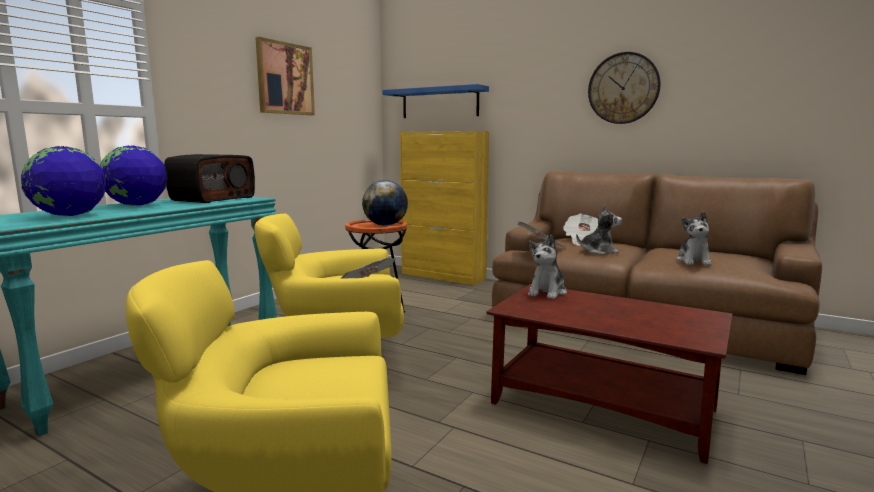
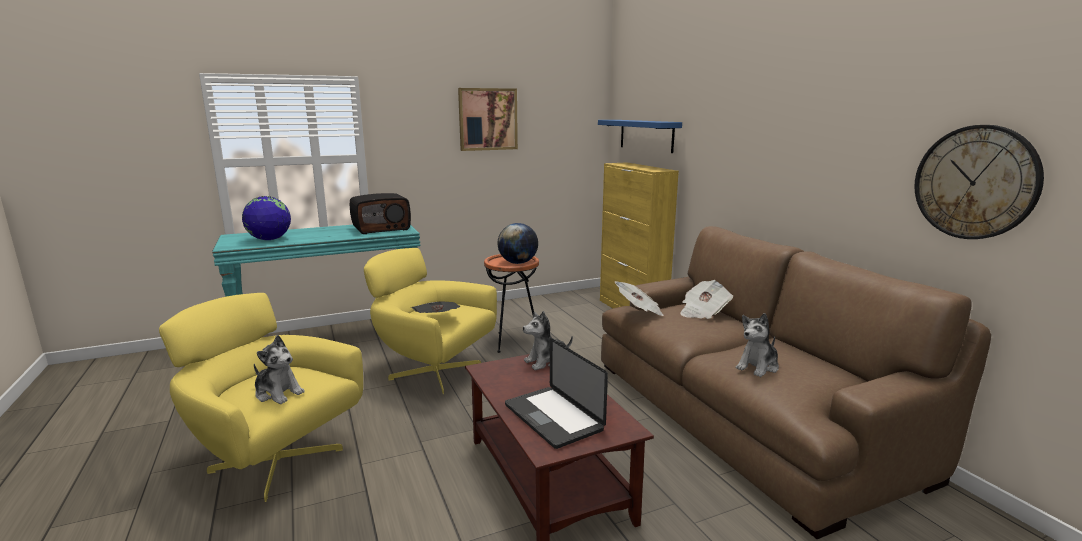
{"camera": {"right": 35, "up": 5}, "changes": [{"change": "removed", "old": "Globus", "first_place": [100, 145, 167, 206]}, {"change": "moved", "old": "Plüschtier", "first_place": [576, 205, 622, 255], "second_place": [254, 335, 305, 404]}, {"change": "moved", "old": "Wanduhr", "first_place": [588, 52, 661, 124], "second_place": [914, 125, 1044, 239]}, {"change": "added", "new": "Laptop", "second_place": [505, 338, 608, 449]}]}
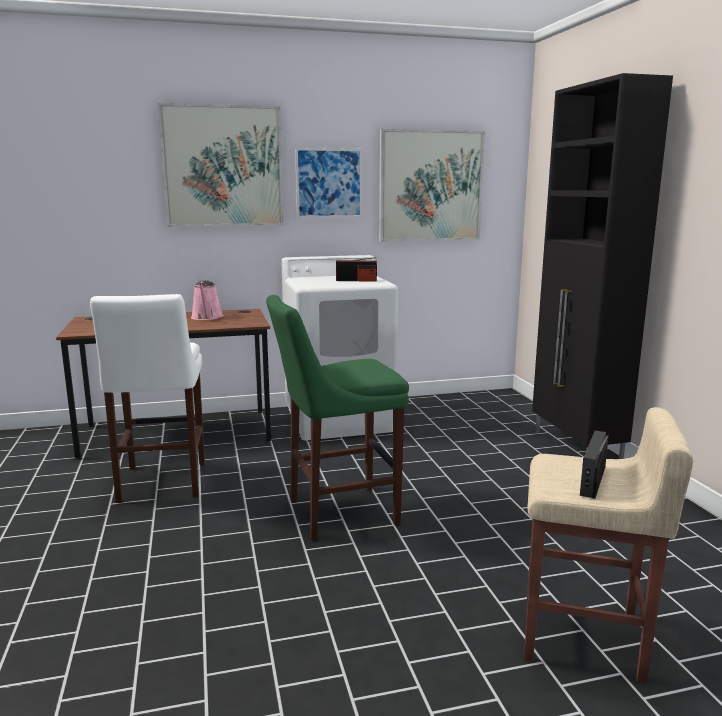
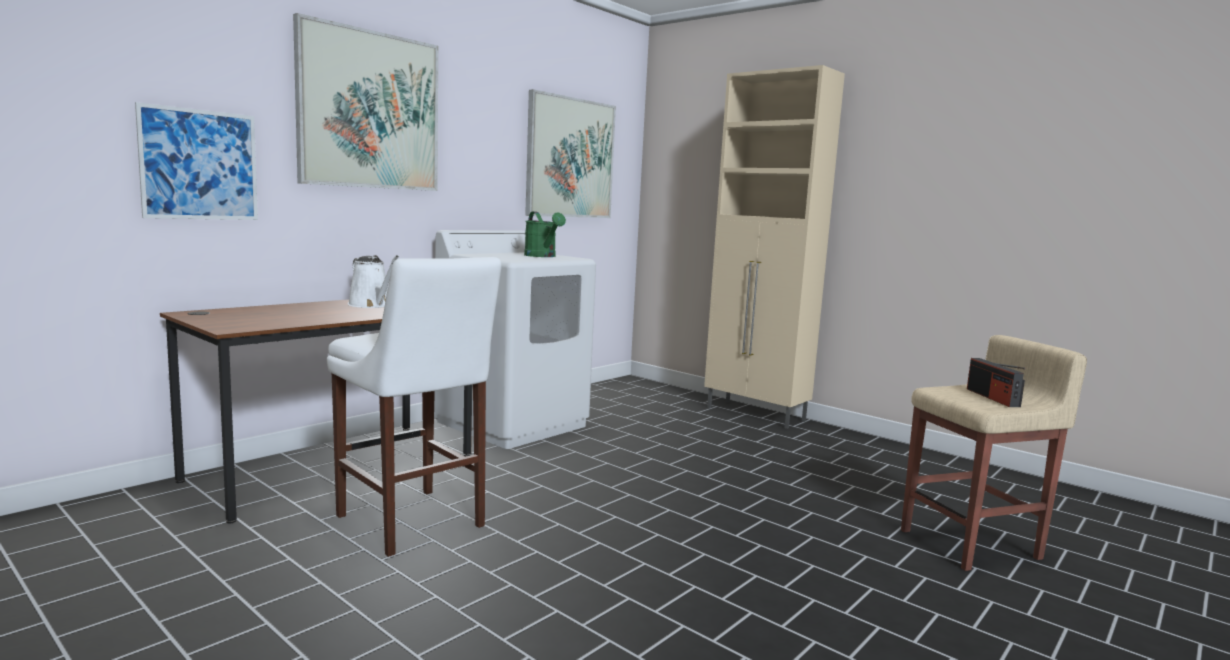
{"camera": {"right": -35, "up": -5}, "changes": [{"change": "recoloured", "old": "Gießkanne/rosa", "new": "Gießkanne/weiß", "first_place": [191, 280, 224, 320], "second_place": [348, 255, 399, 308]}, {"change": "removed", "old": "Hocker/grün", "first_place": [266, 295, 409, 540]}, {"change": "moved", "old": "Bild", "first_place": [295, 148, 362, 218], "second_place": [135, 102, 258, 220]}, {"change": "replaced", "old": "Radio", "new": "Gießkanne/grün", "first_place": [336, 257, 377, 282], "second_place": [524, 211, 566, 257]}, {"change": "recoloured", "old": "Schrank/schwarz", "new": "Schrank/beige", "first_place": [532, 73, 673, 459], "second_place": [704, 65, 845, 429]}]}
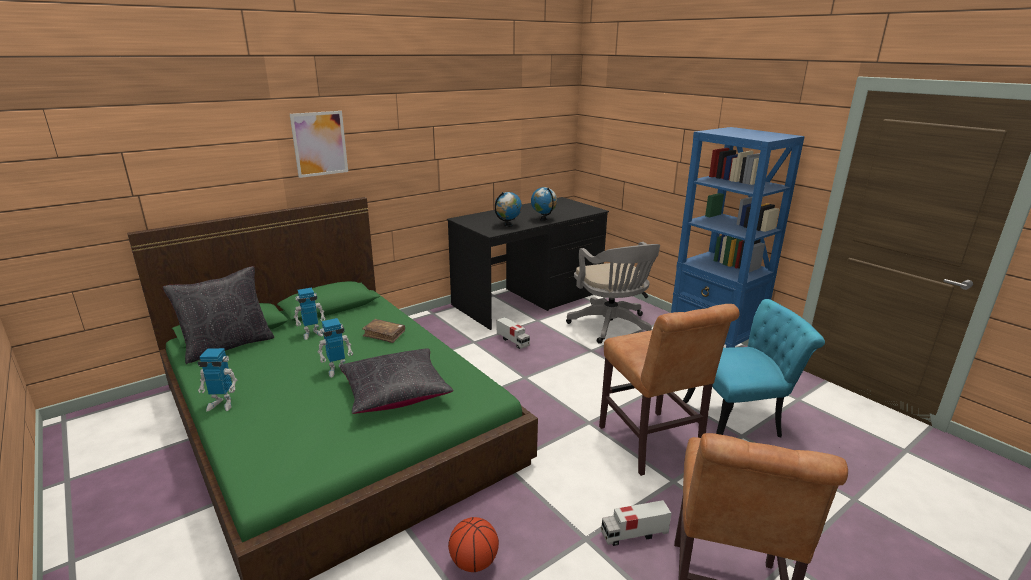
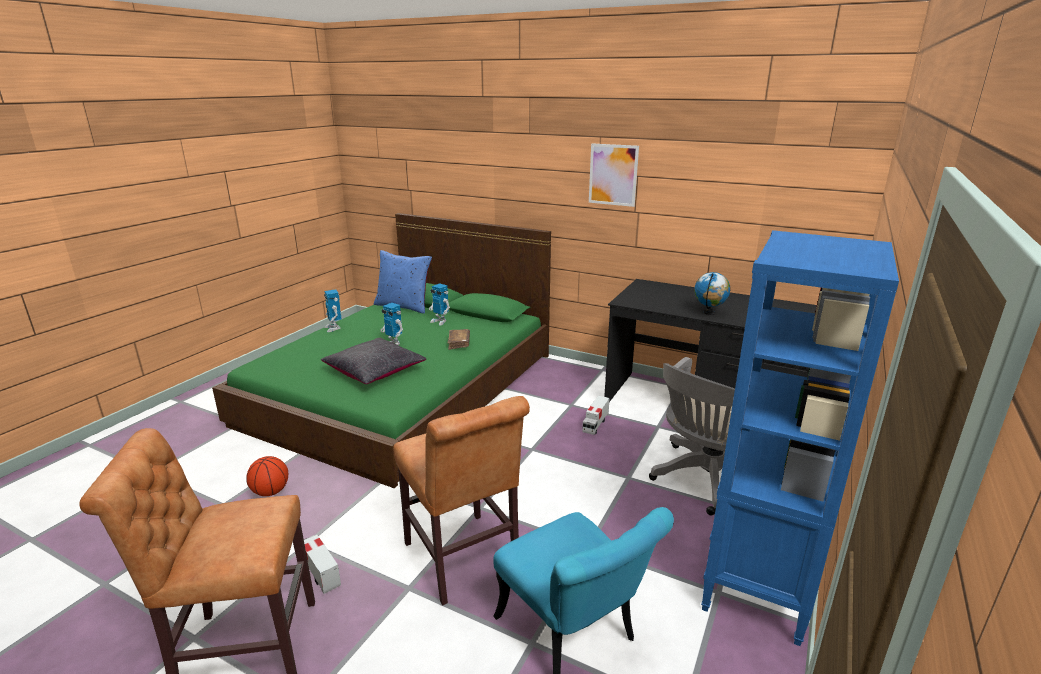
{"camera": {"right": 65, "up": 0}, "changes": [{"change": "recoloured", "old": "Kissen/schwarz", "new": "Kissen/blau", "first_place": [163, 266, 274, 364], "second_place": [374, 250, 432, 314]}, {"change": "moved", "old": "Bild", "first_place": [290, 111, 348, 178], "second_place": [589, 143, 639, 207]}, {"change": "removed", "old": "Globus", "first_place": [495, 192, 522, 227]}, {"change": "turned", "old": "Stuhl/braun", "first_place": [599, 304, 740, 476], "second_place": [393, 396, 530, 605], "degrees": -75}]}
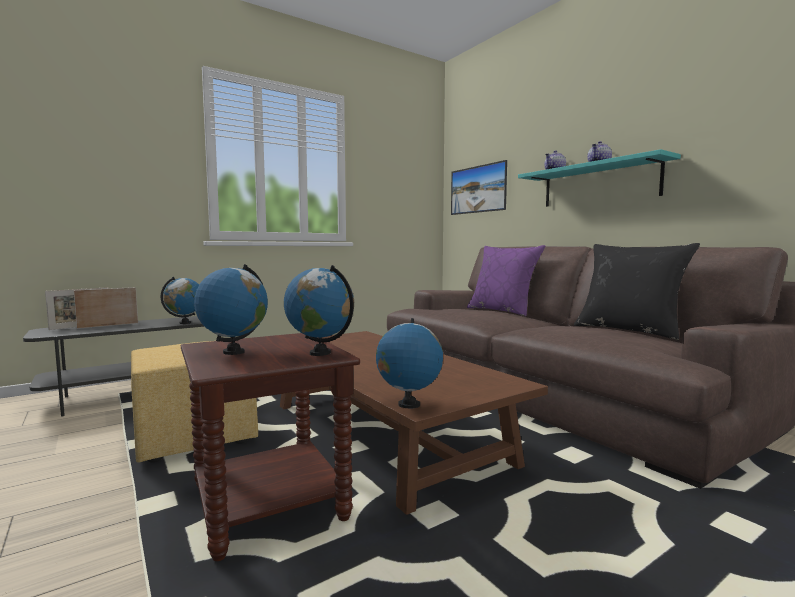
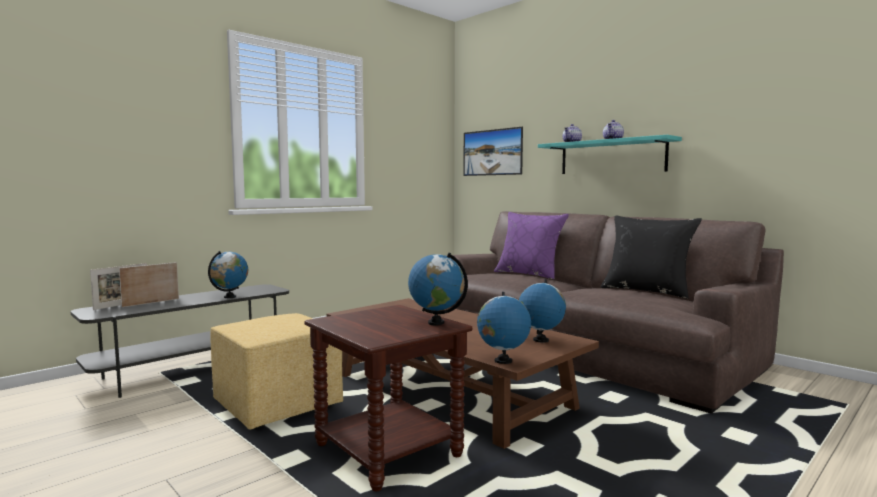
{"camera": {"right": -10, "up": 0}, "changes": [{"change": "moved", "old": "Globus", "first_place": [194, 264, 268, 355], "second_place": [519, 280, 566, 343]}]}
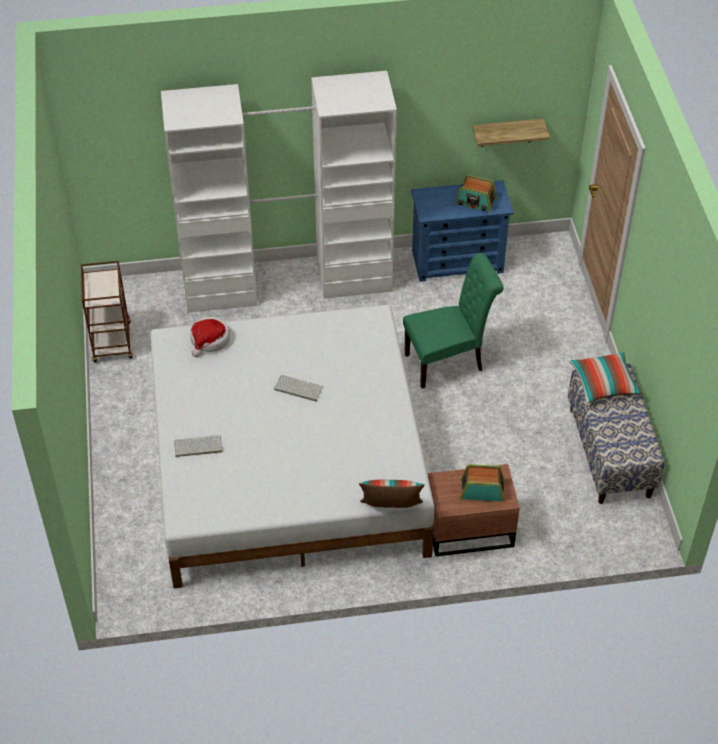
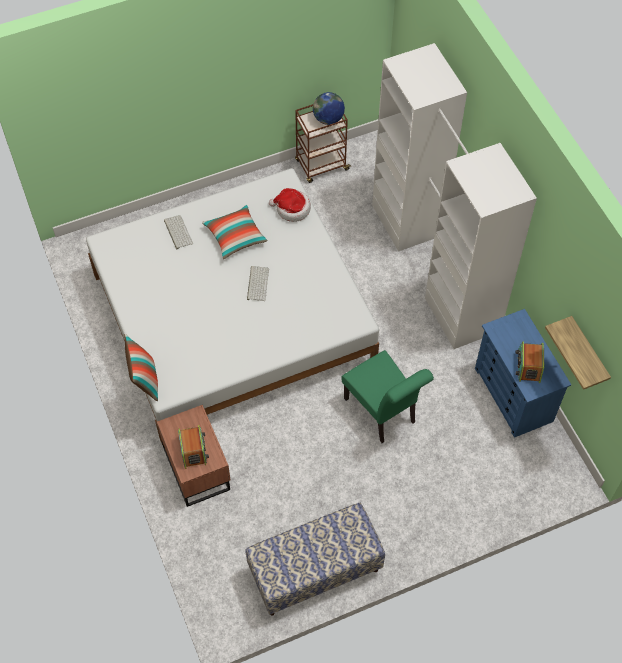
{"camera": {"right": 75, "up": 10}, "changes": [{"change": "moved", "old": "Kissen", "first_place": [569, 352, 642, 404], "second_place": [202, 205, 268, 259]}, {"change": "added", "new": "Globus", "second_place": [313, 92, 345, 125]}]}
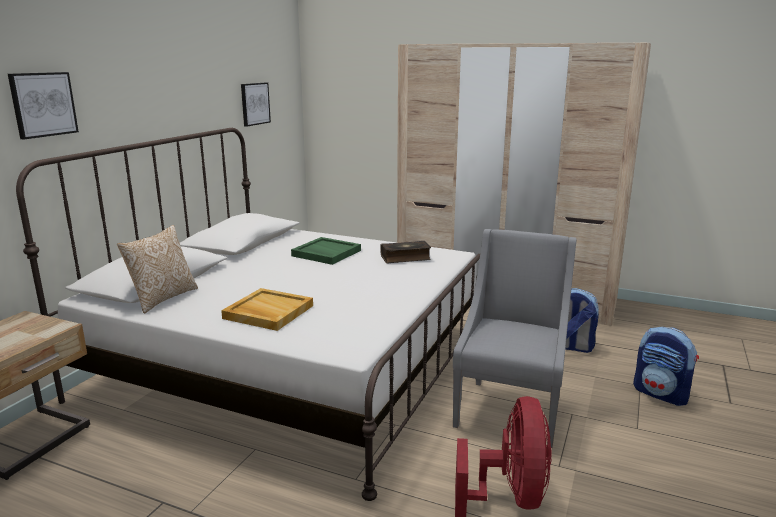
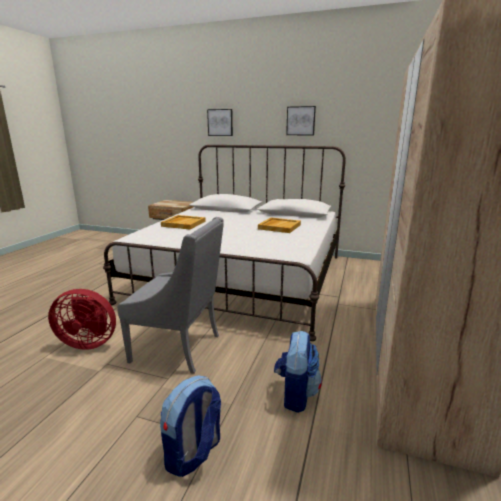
{"camera": {"right": 85, "up": 0}, "changes": [{"change": "removed", "old": "Kissen", "first_place": [117, 225, 198, 314]}, {"change": "moved", "old": "Bild", "first_place": [241, 82, 271, 127], "second_place": [286, 106, 316, 135]}, {"change": "recoloured", "old": "Tablett/grün", "new": "Tablett/beige", "first_place": [291, 237, 361, 265], "second_place": [258, 218, 301, 233]}, {"change": "removed", "old": "Buch", "first_place": [380, 241, 431, 263]}]}
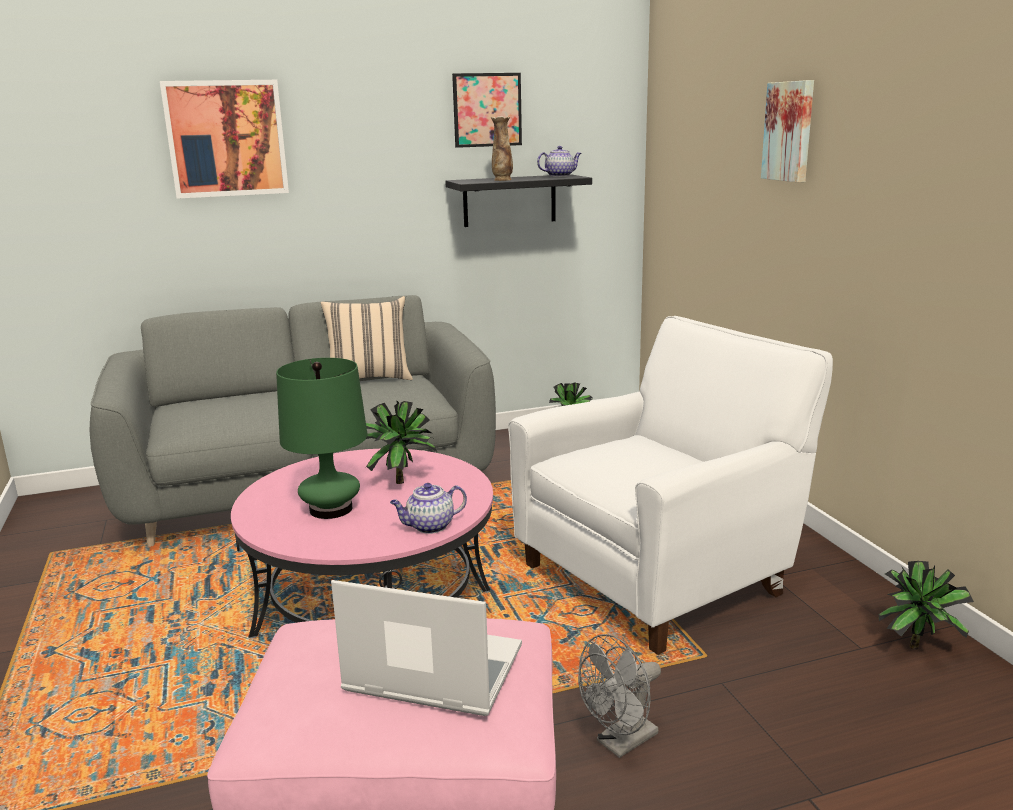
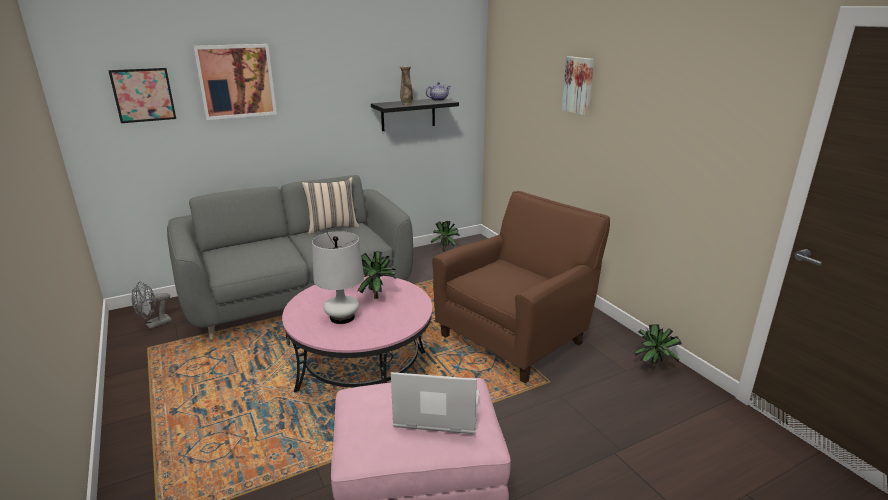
{"camera": {"right": -10, "up": 5}, "changes": [{"change": "recoloured", "old": "Tischlampe/grün", "new": "Tischlampe/weiß", "first_place": [276, 358, 368, 519], "second_place": [312, 231, 364, 324]}, {"change": "removed", "old": "Teekanne", "first_place": [390, 483, 467, 534]}, {"change": "moved", "old": "Bild", "first_place": [452, 73, 522, 148], "second_place": [108, 68, 176, 123]}, {"change": "recoloured", "old": "Sessel/weiß", "new": "Sessel/braun", "first_place": [508, 316, 833, 655], "second_place": [432, 191, 610, 383]}, {"change": "moved", "old": "Ventilator/grau", "first_place": [578, 634, 661, 758], "second_place": [131, 282, 172, 329]}]}
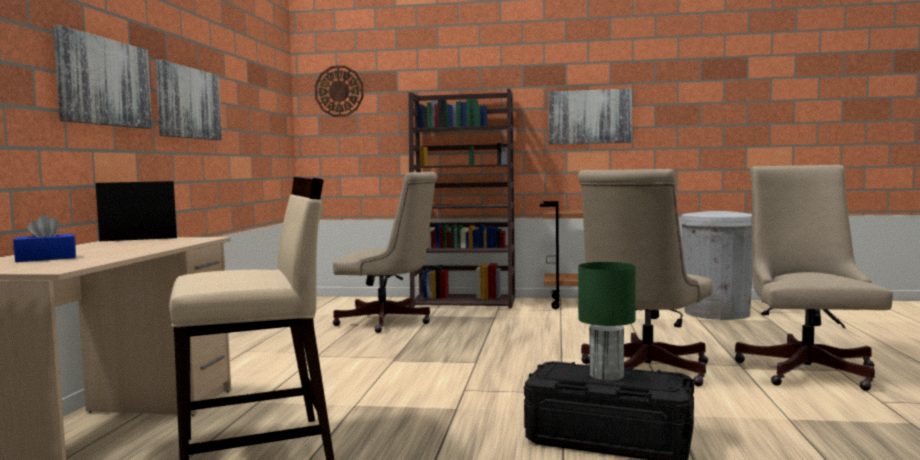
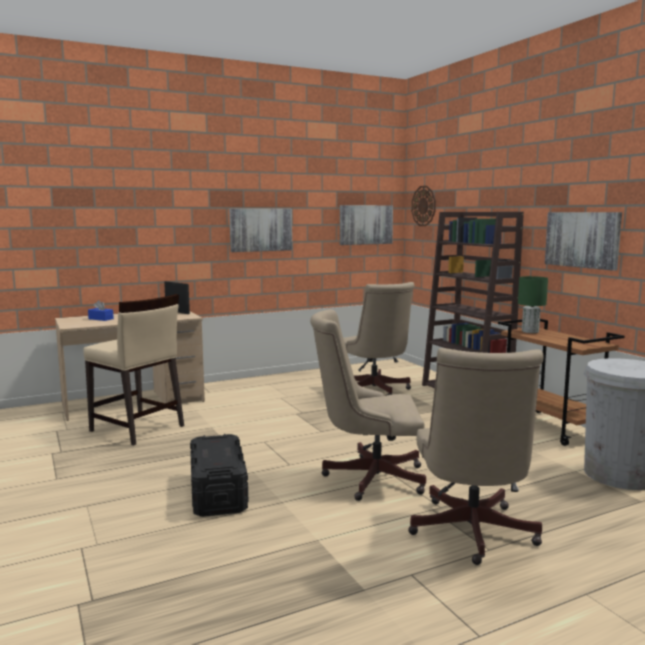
{"camera": {"right": 55, "up": 5}, "changes": [{"change": "moved", "old": "Bild", "first_place": [53, 25, 152, 129], "second_place": [340, 205, 393, 245]}, {"change": "moved", "old": "Tischlampe/grün", "first_place": [578, 262, 636, 381], "second_place": [518, 276, 548, 333]}, {"change": "turned", "old": "Bürostuhl/beige", "first_place": [735, 165, 893, 391], "second_place": [408, 348, 544, 565], "degrees": 120}]}
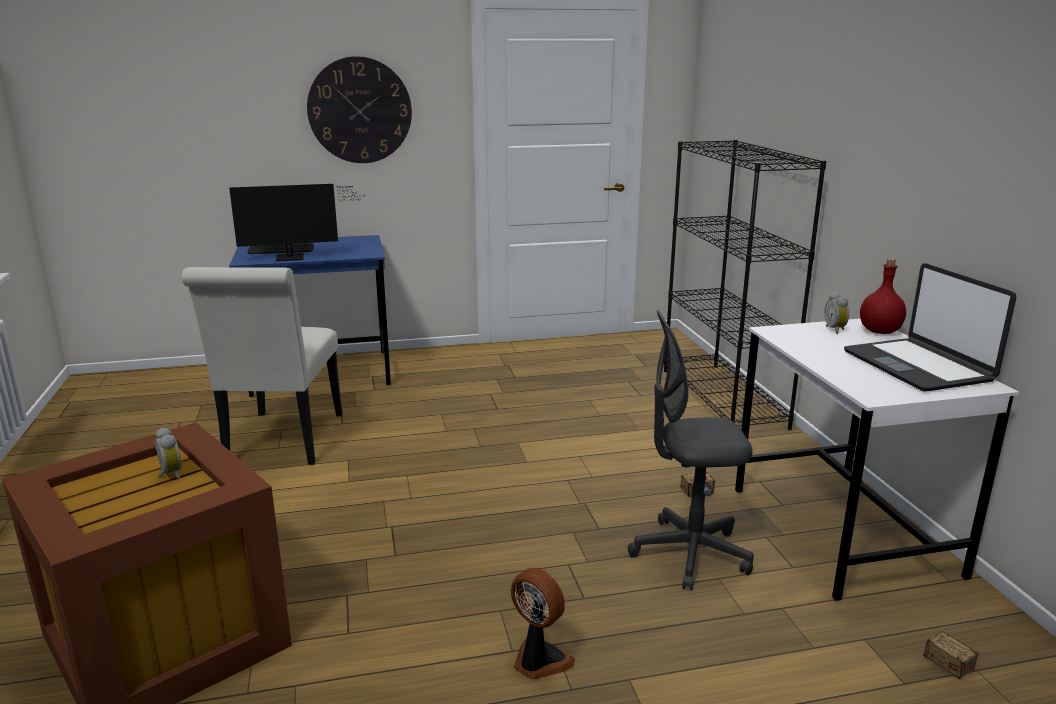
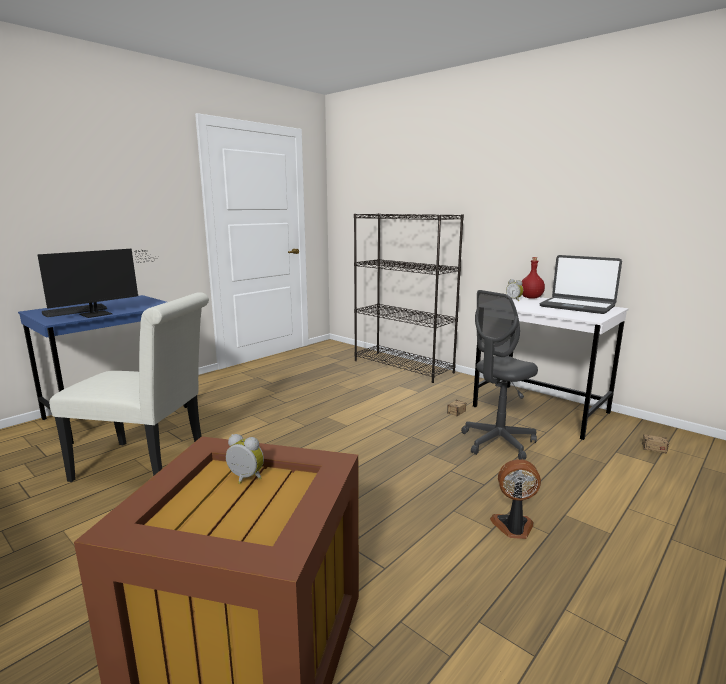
{"camera": {"right": -35, "up": -5}, "changes": [{"change": "turned", "old": "Stuhl/weiß", "first_place": [182, 267, 343, 465], "second_place": [49, 292, 209, 482], "degrees": -45}, {"change": "removed", "old": "Wanduhr", "first_place": [307, 56, 412, 163]}]}
